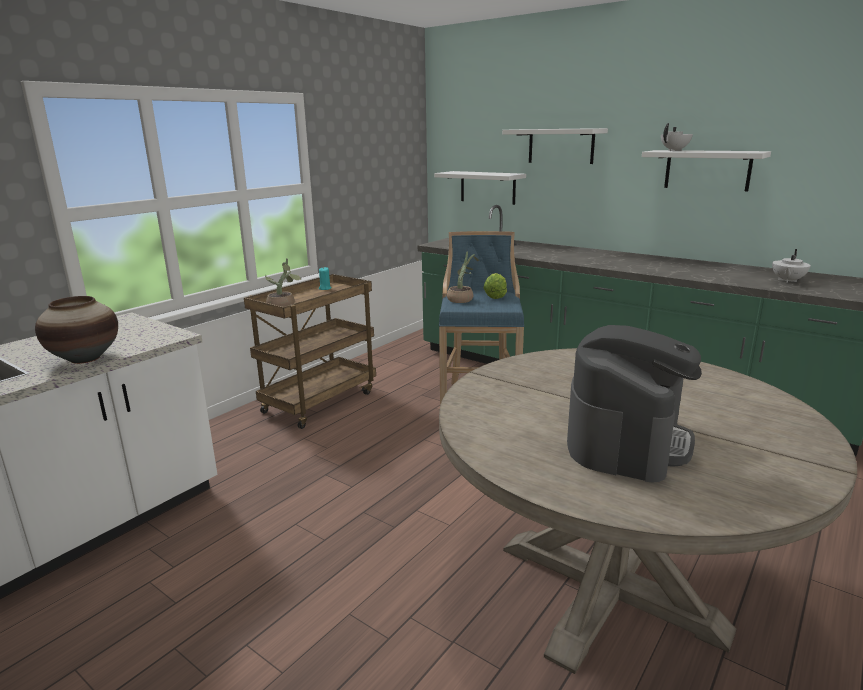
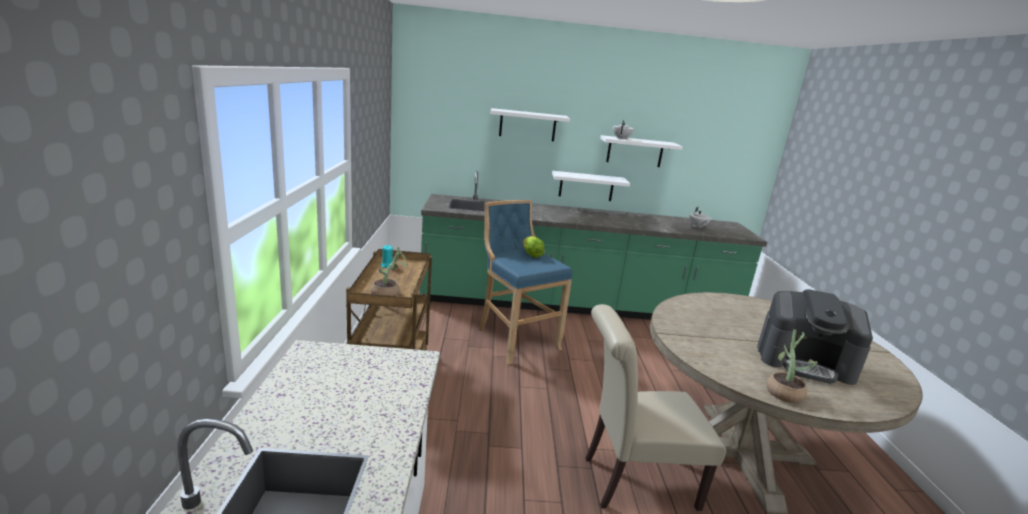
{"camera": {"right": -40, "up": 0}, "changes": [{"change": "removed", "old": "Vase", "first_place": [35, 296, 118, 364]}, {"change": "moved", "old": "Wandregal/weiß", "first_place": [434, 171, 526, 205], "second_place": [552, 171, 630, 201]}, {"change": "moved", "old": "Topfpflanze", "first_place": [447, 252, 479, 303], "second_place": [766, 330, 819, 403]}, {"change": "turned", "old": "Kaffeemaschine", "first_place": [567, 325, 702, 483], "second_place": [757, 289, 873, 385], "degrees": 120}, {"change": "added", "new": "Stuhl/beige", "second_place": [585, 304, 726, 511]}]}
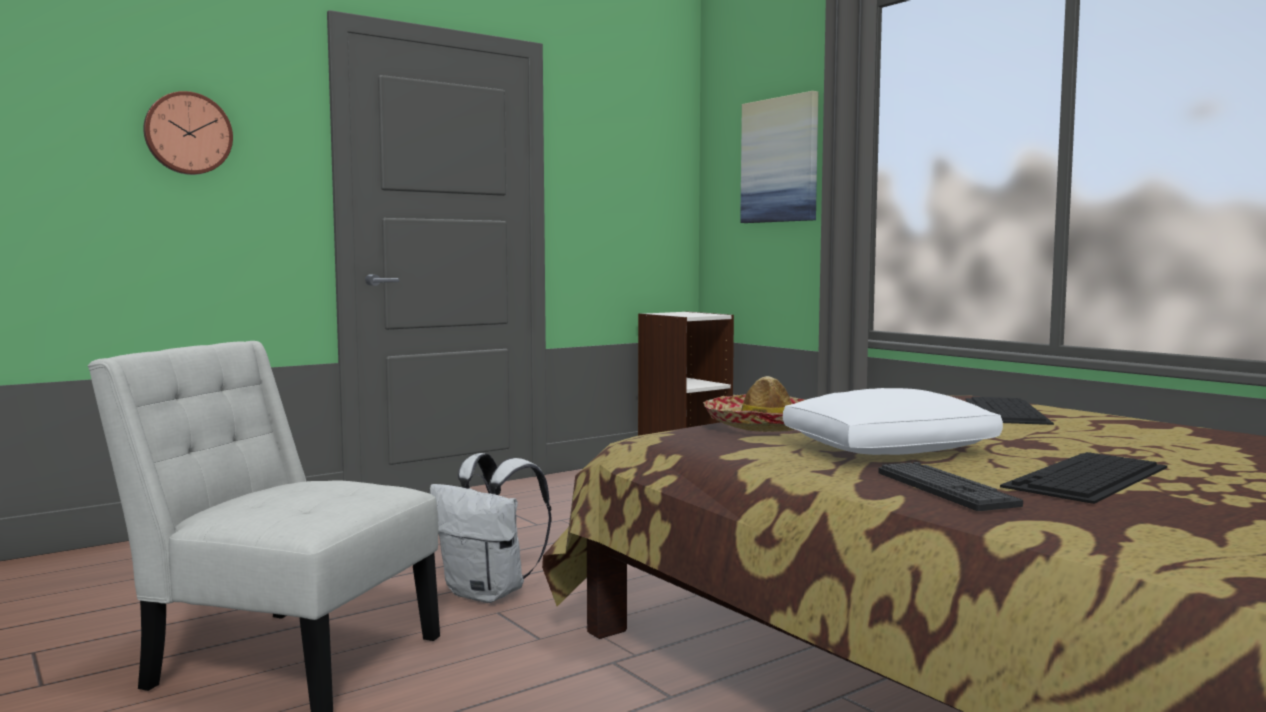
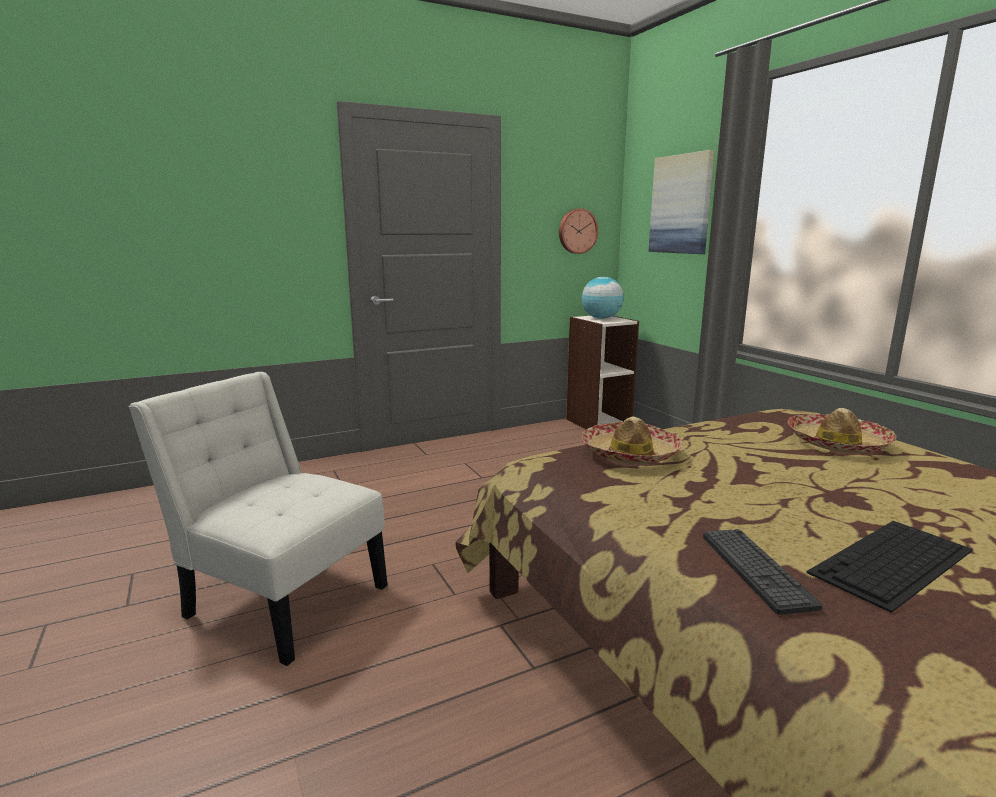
{"camera": {"right": 10, "up": 10}, "changes": [{"change": "moved", "old": "Wanduhr", "first_place": [143, 91, 233, 175], "second_place": [559, 208, 598, 254]}, {"change": "removed", "old": "Rucksack/weiß", "first_place": [430, 453, 551, 603]}, {"change": "removed", "old": "Kissen/weiß", "first_place": [783, 388, 1003, 455]}, {"change": "replaced", "old": "Tastatur", "new": "Hut", "first_place": [965, 397, 1054, 425], "second_place": [787, 408, 897, 453]}, {"change": "added", "new": "Globus", "second_place": [582, 277, 624, 319]}]}
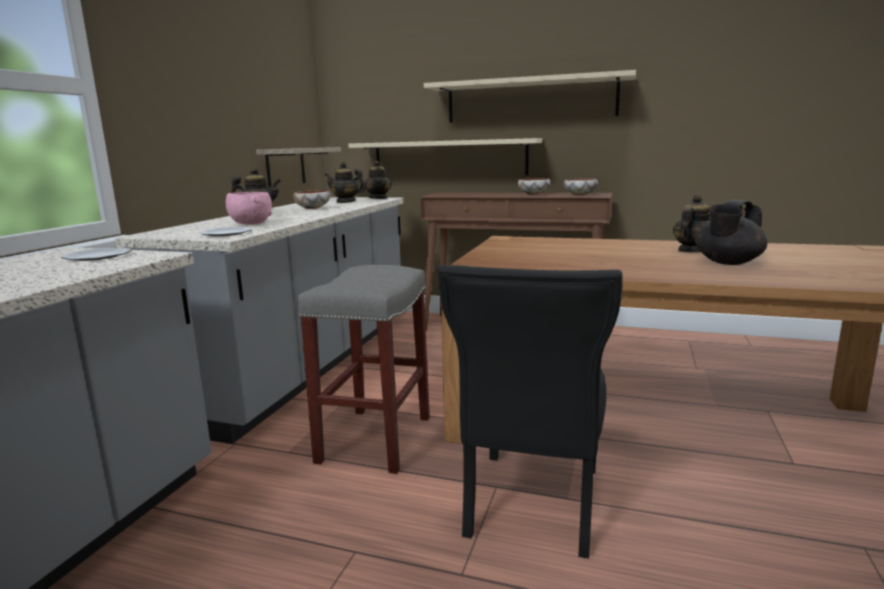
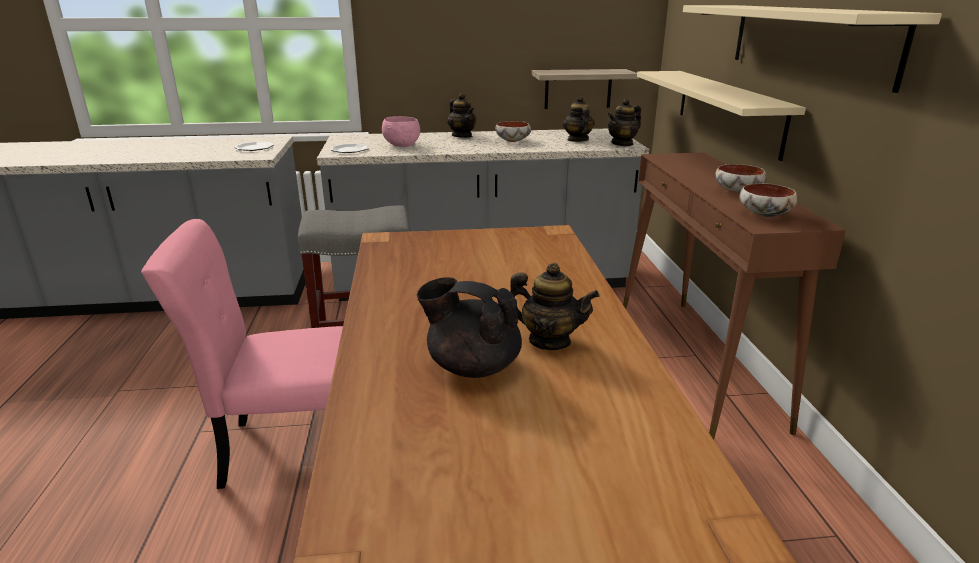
{"camera": {"right": 65, "up": 10}, "changes": [{"change": "recoloured", "old": "Stuhl/schwarz", "new": "Stuhl/rosa", "first_place": [438, 265, 623, 559], "second_place": [141, 219, 343, 489]}]}
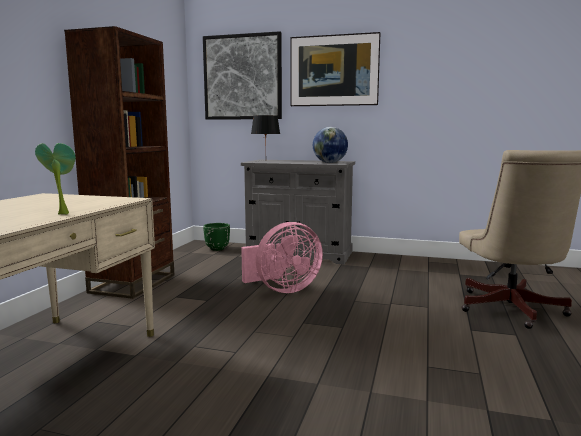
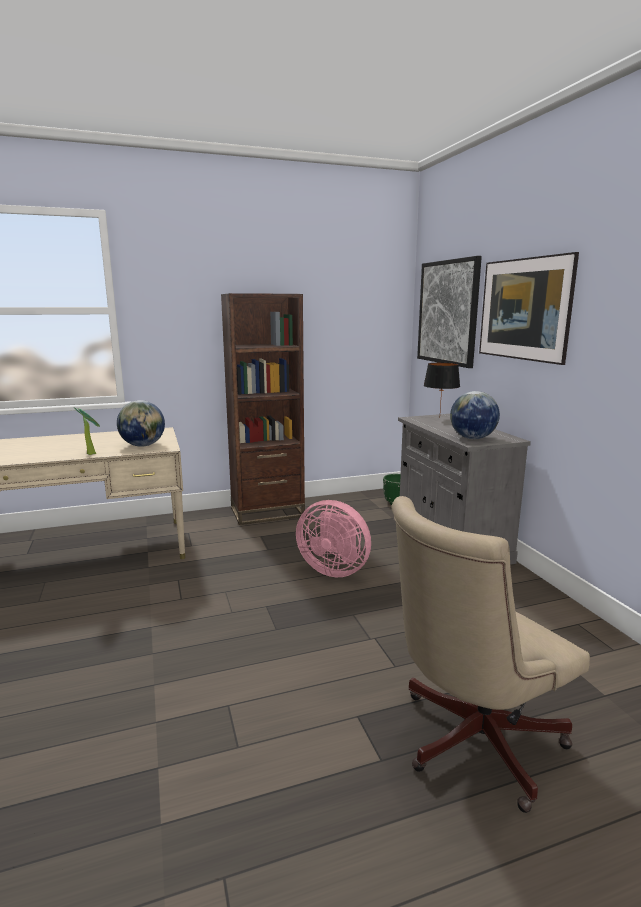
{"camera": {"right": 55, "up": 5}, "changes": [{"change": "added", "new": "Globus", "second_place": [117, 400, 165, 447]}]}
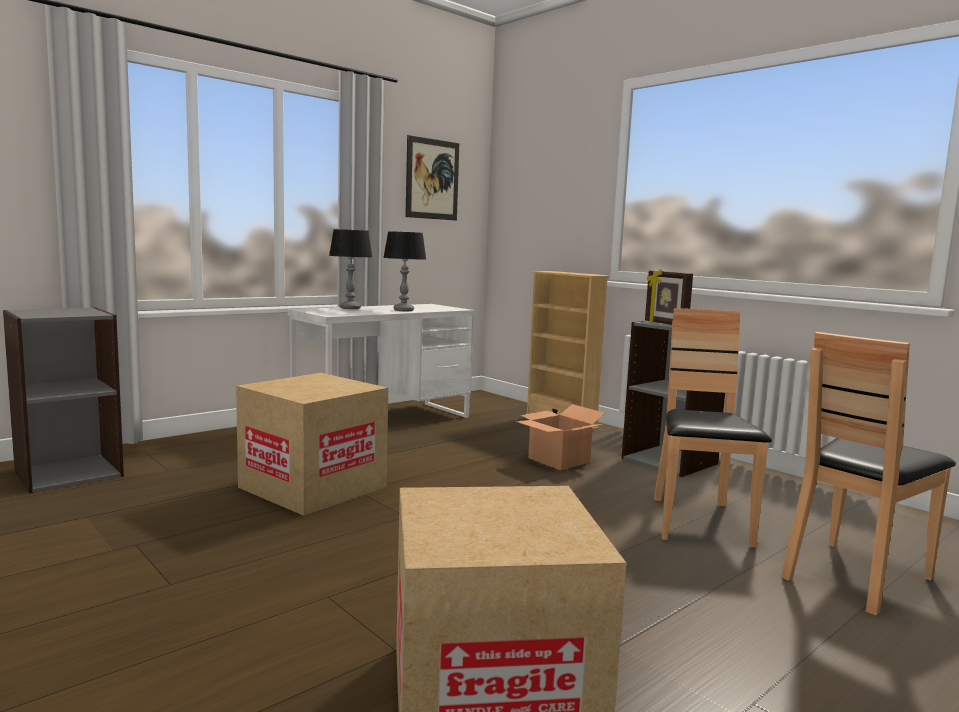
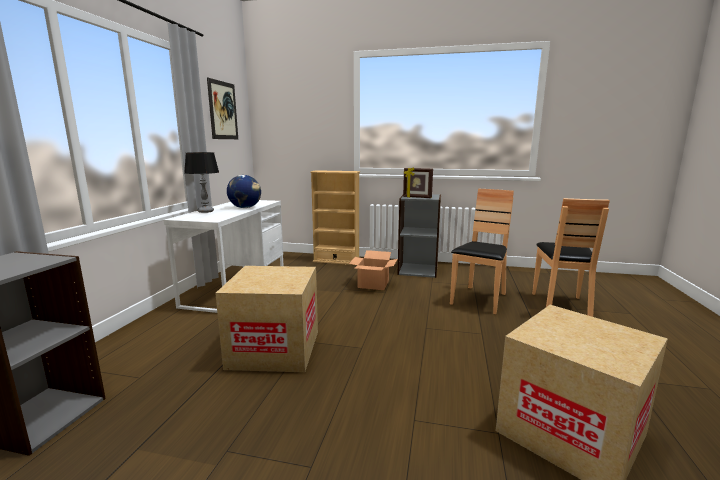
{"camera": {"right": -35, "up": 5}, "changes": [{"change": "replaced", "old": "Tischlampe", "new": "Globus", "first_place": [383, 231, 426, 311], "second_place": [227, 175, 261, 208]}, {"change": "turned", "old": "Stuhl/braun", "first_place": [654, 308, 772, 548], "second_place": [450, 189, 514, 314], "degrees": 60}]}
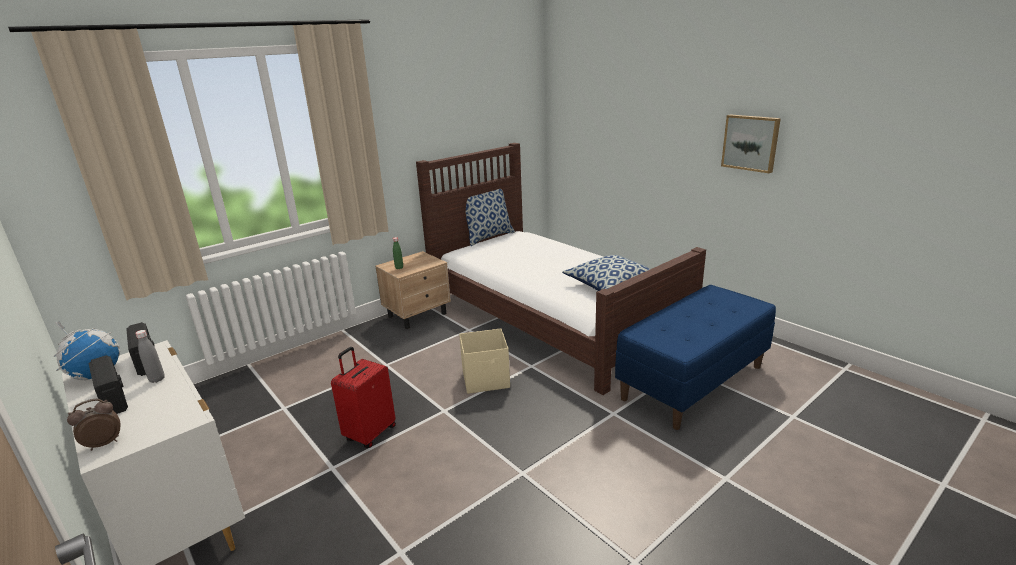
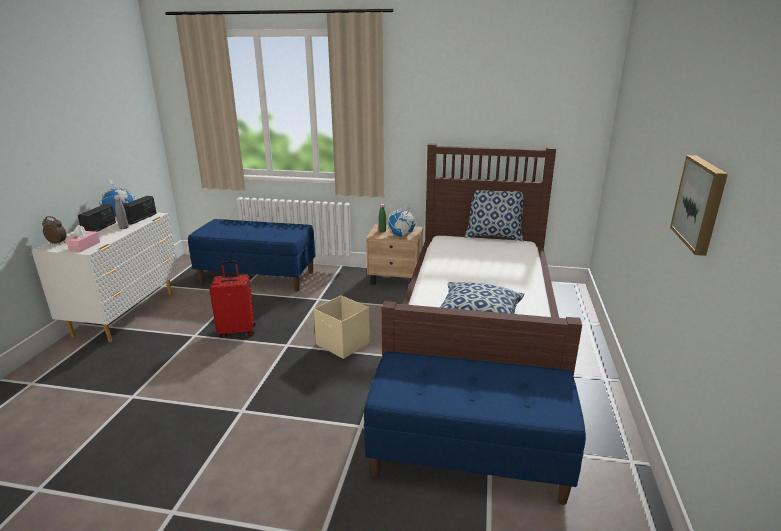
{"camera": {"right": 50, "up": 0}, "changes": [{"change": "added", "new": "Taschentuchbox/rosa", "second_place": [66, 225, 100, 252]}, {"change": "added", "new": "Bank/blau", "second_place": [188, 219, 315, 291]}, {"change": "added", "new": "Globus", "second_place": [388, 205, 417, 237]}]}
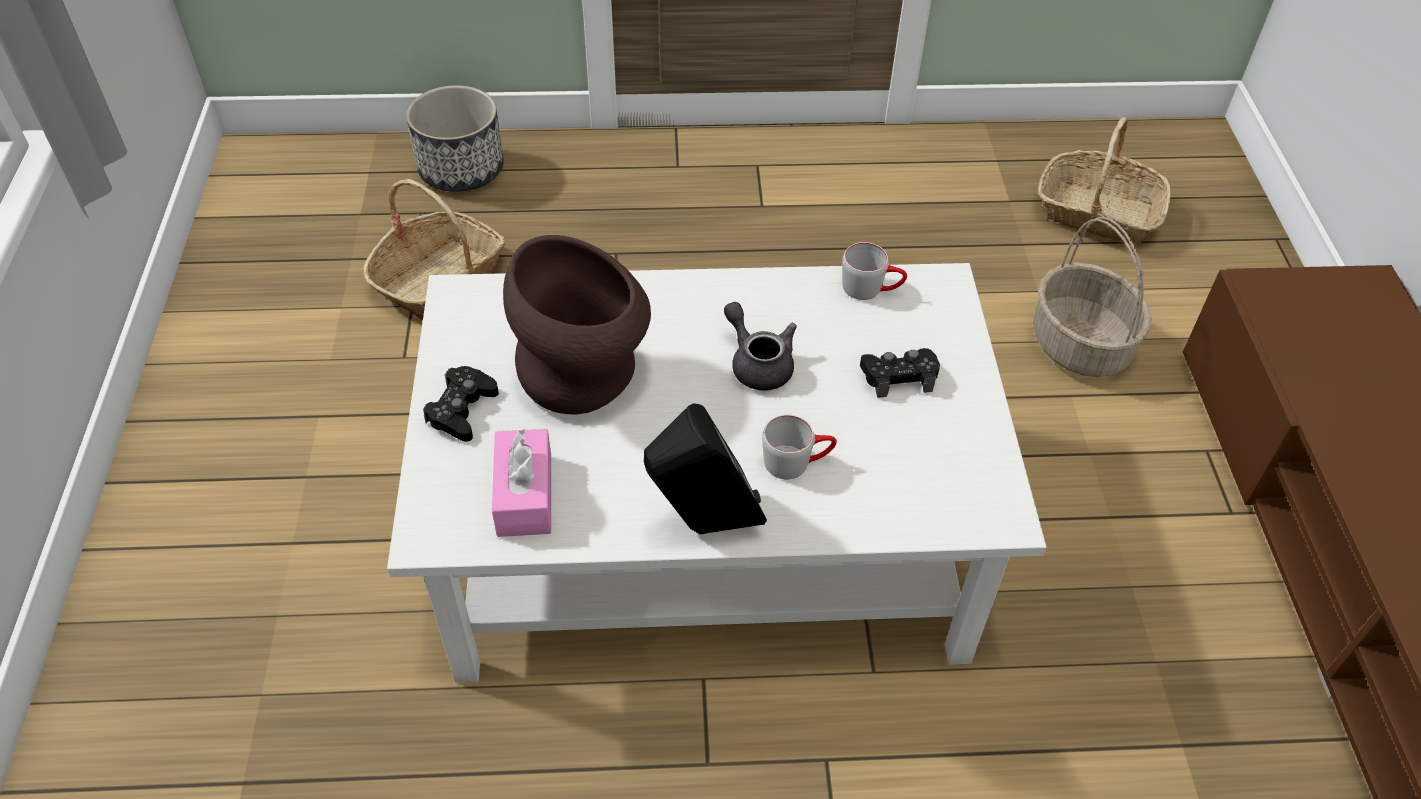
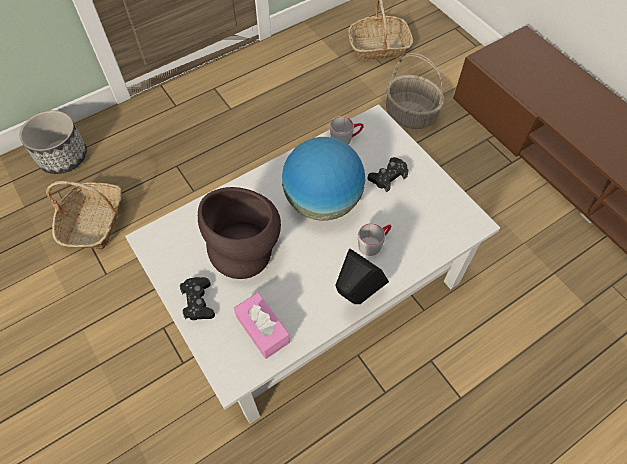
{"camera": {"right": -30, "up": 10}, "changes": [{"change": "replaced", "old": "Teekanne/grau", "new": "Globus", "first_place": [724, 302, 797, 390], "second_place": [282, 137, 365, 221]}]}
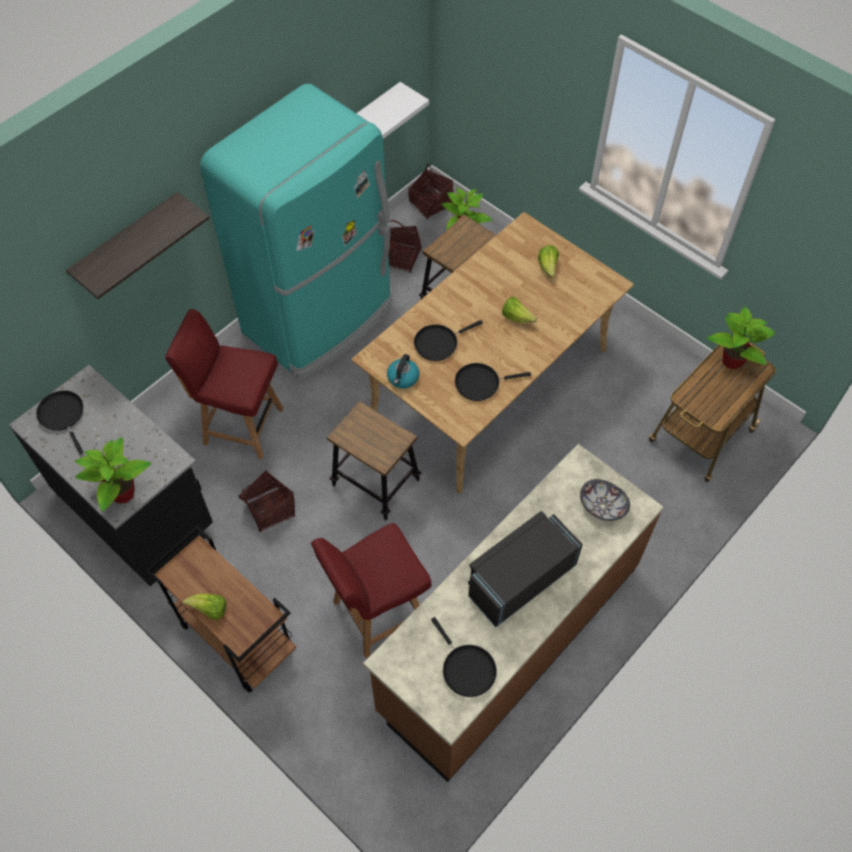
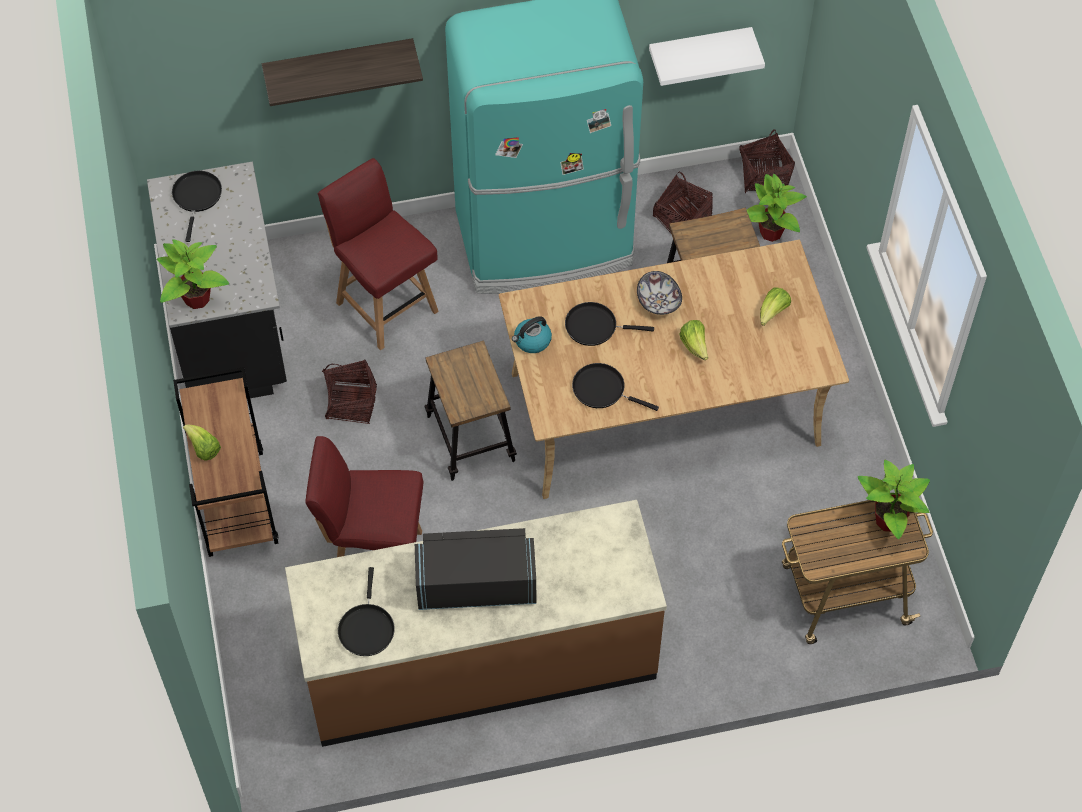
{"camera": {"right": 35, "up": 0}, "changes": [{"change": "moved", "old": "Schüssel", "first_place": [580, 479, 630, 521], "second_place": [637, 271, 682, 315]}]}
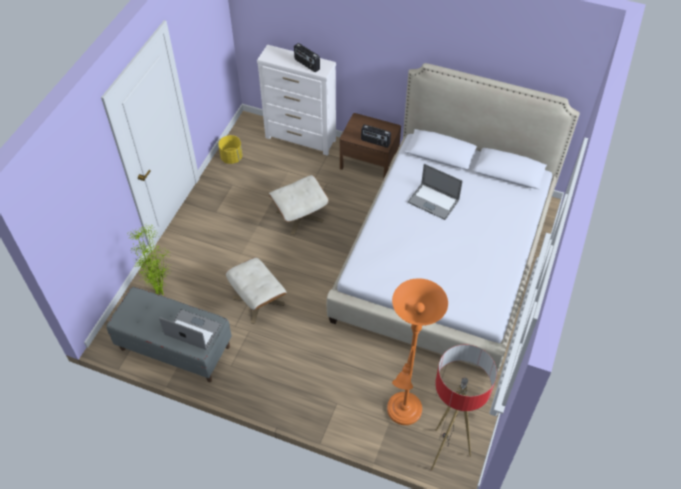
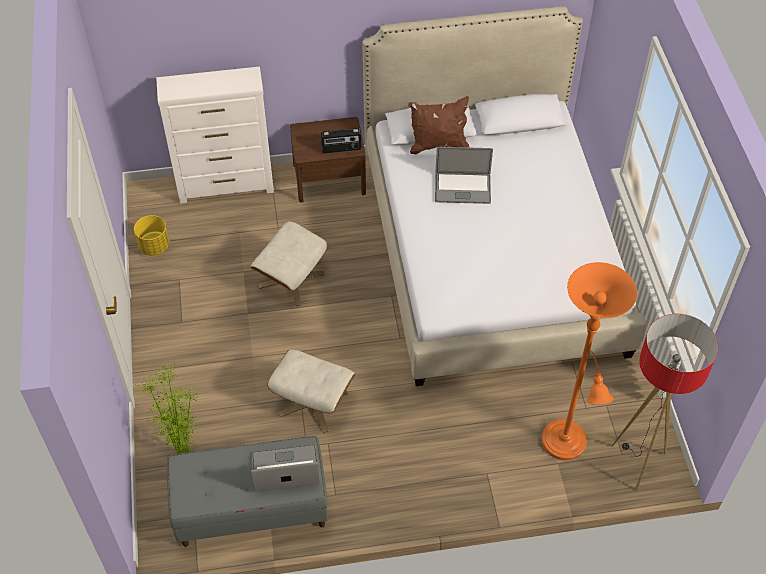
{"camera": {"right": -30, "up": 0}, "changes": [{"change": "removed", "old": "Radio", "first_place": [294, 43, 320, 72]}, {"change": "added", "new": "Kissen/braun", "second_place": [408, 96, 469, 154]}]}
